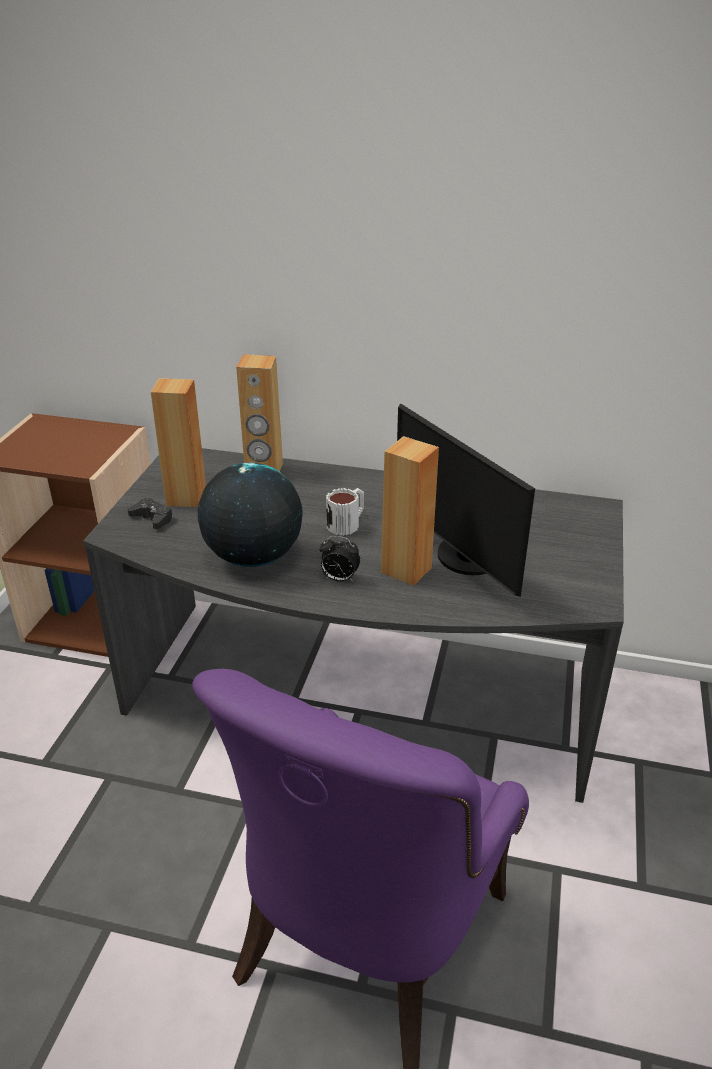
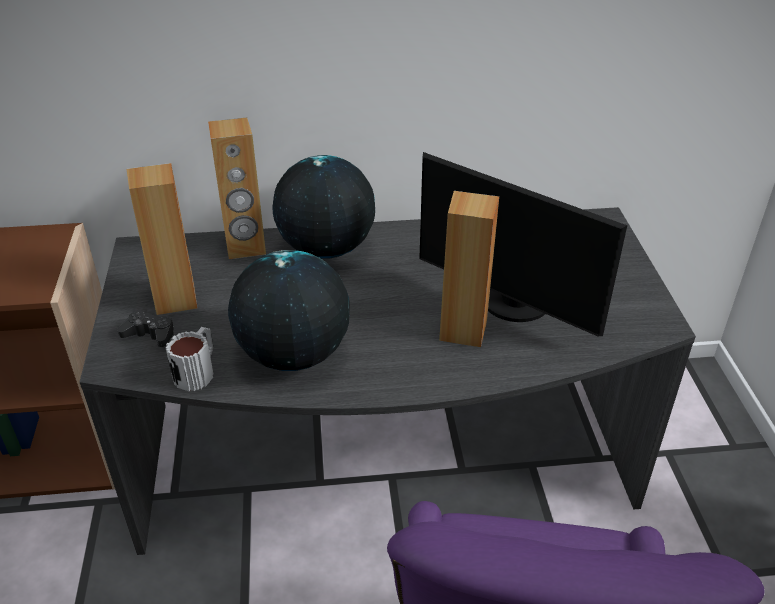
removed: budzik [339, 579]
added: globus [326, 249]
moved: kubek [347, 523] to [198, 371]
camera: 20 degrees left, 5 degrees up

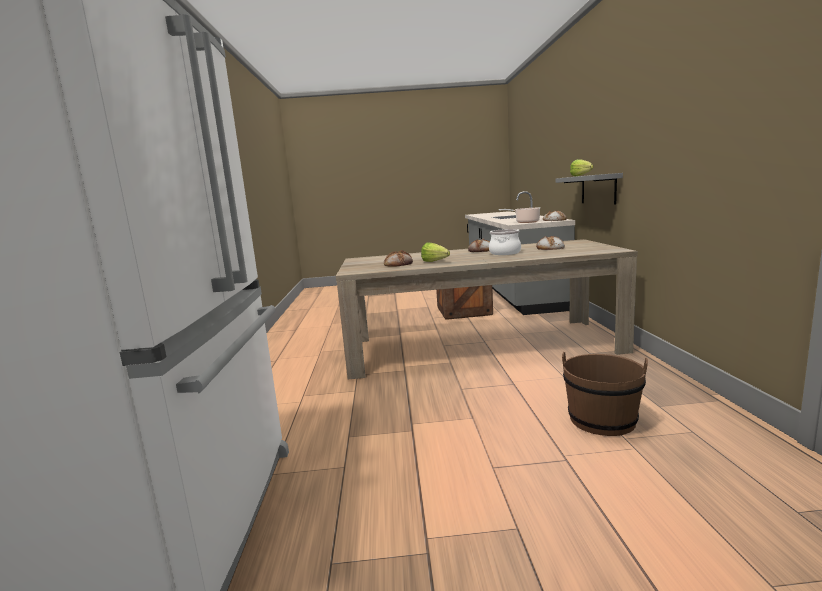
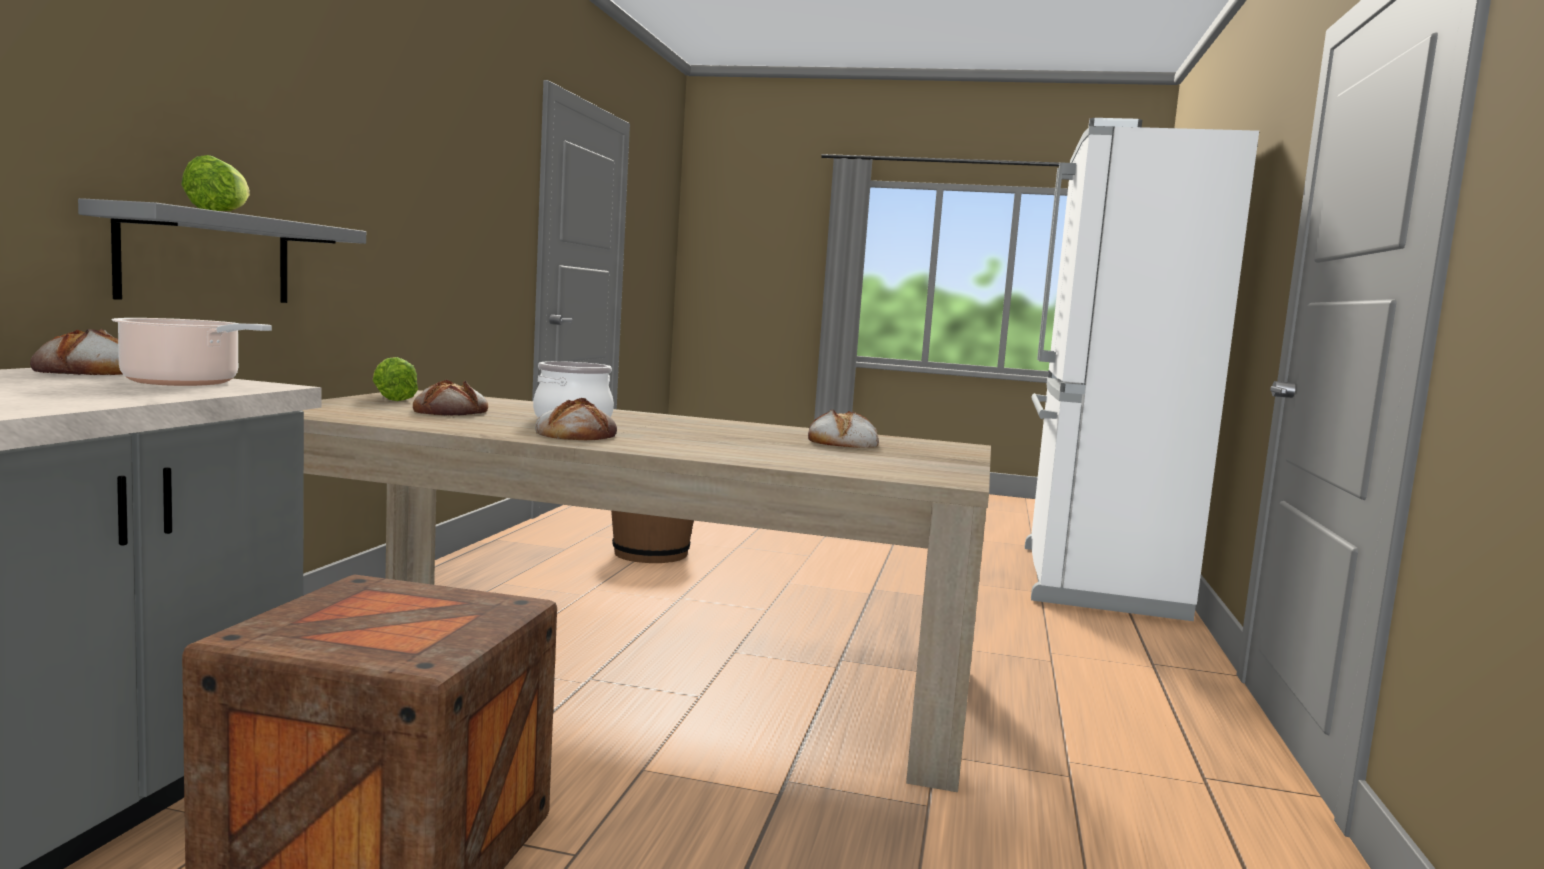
moved: sałata [436, 262] to [392, 398]
camera: 165 degrees left, 5 degrees down

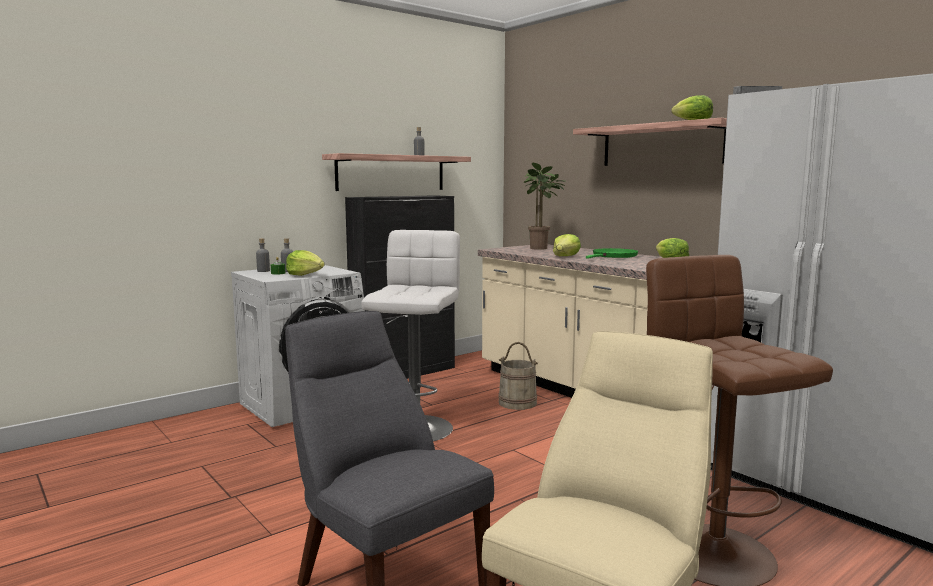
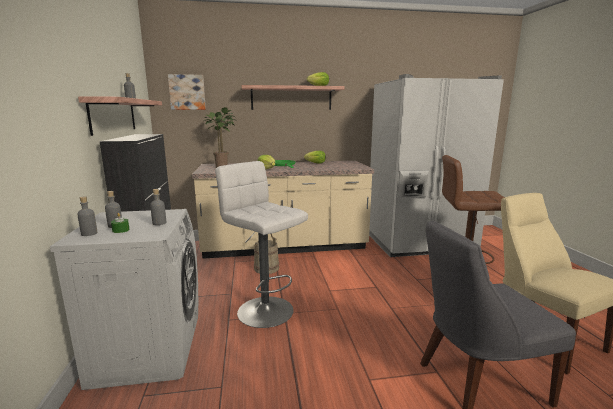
added: obraz [187, 92]
replaced: sałata [305, 275] to butelka/szary [159, 223]
camera: 60 degrees left, 5 degrees up

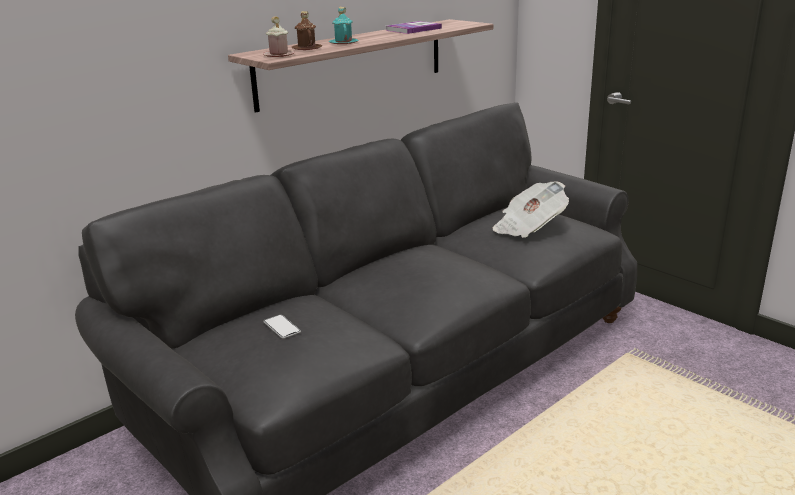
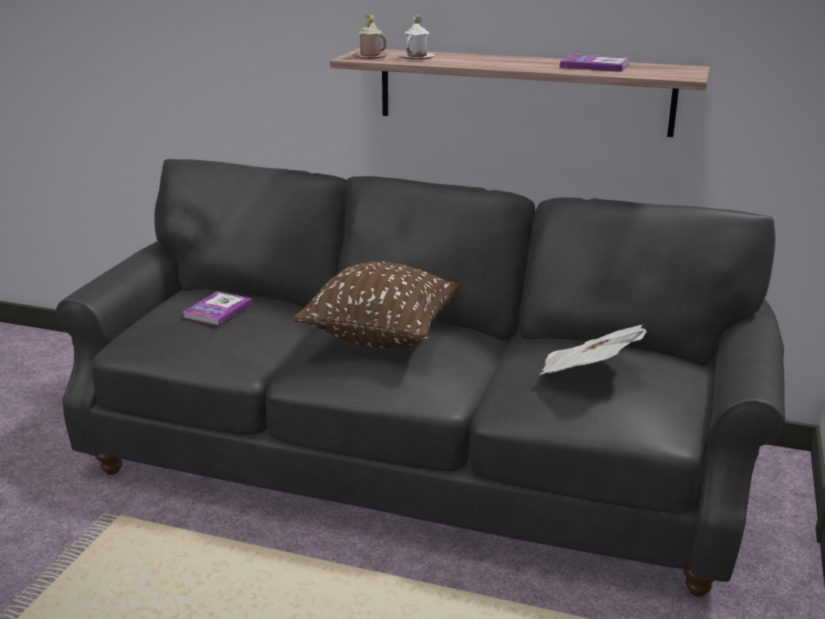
removed: kubek/turkusowy [343, 42]
added: poduszka/brązowy [381, 335]
replaced: telefon [282, 327] to książka [218, 310]
recoloured: kubek/brązowy [307, 48] to kubek/biały [417, 57]
camera: 60 degrees right, 0 degrees up

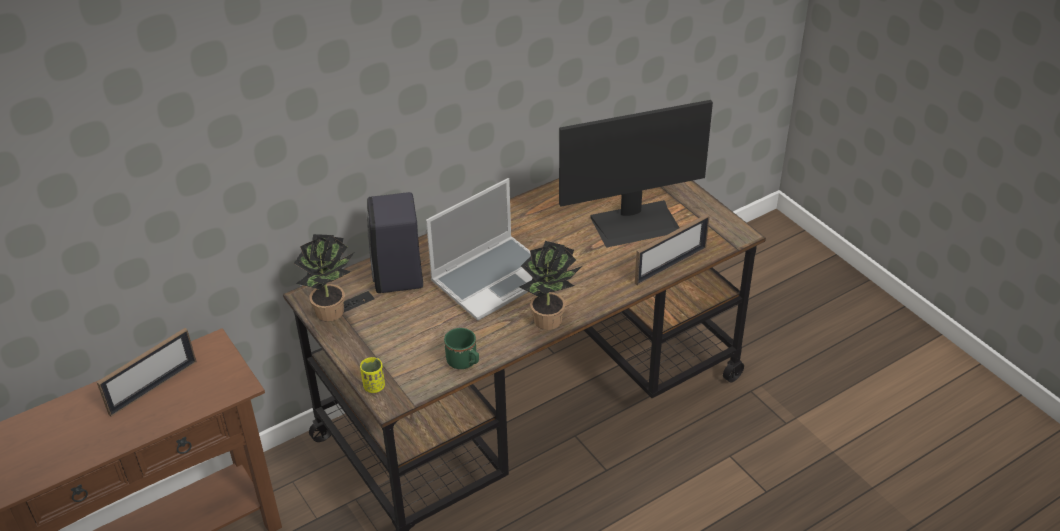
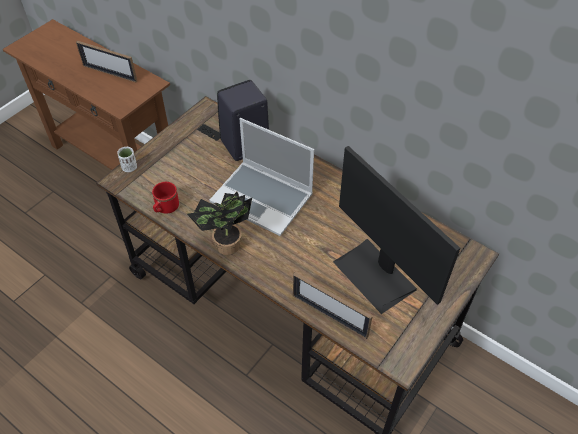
removed: roślina doniczkowa [333, 313]
recoloured: filiżanka/żółty [374, 386] to filiżanka/biały [129, 167]; kubek/zielony [464, 363] to kubek/czerwony [165, 208]
camera: 70 degrees right, 10 degrees up

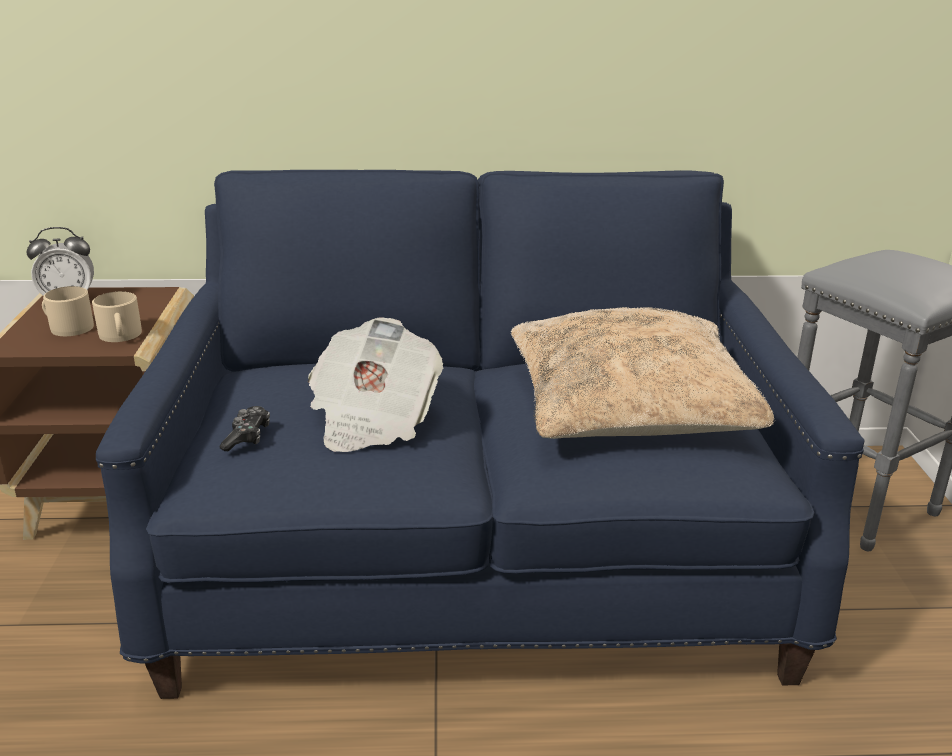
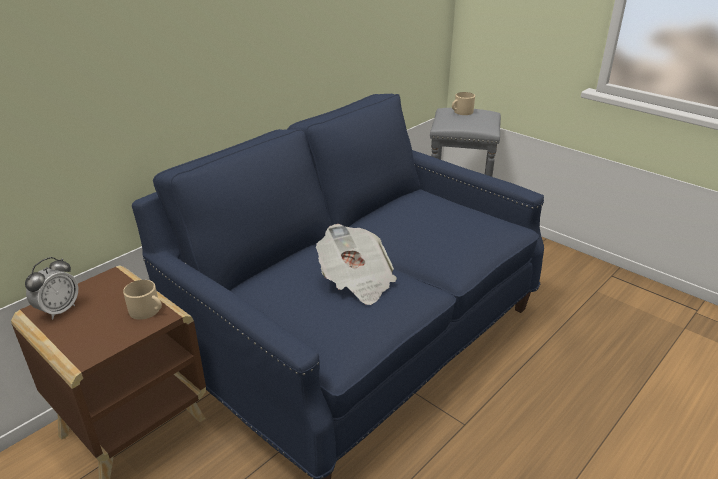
removed: pad do gier [247, 437]; poduszka/beżowy [632, 405]
moved: kubek/beżowy [67, 327] to [461, 112]
camera: 45 degrees left, 5 degrees up

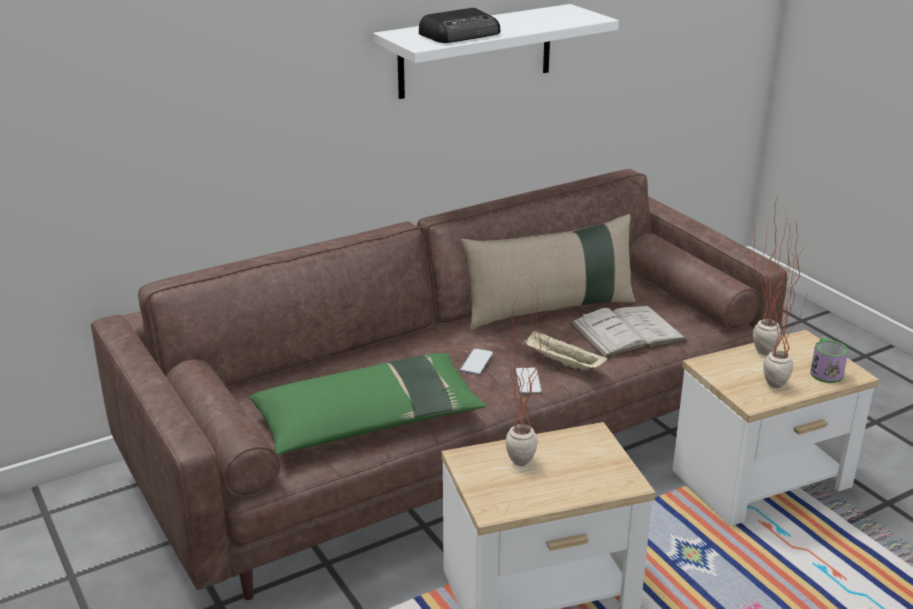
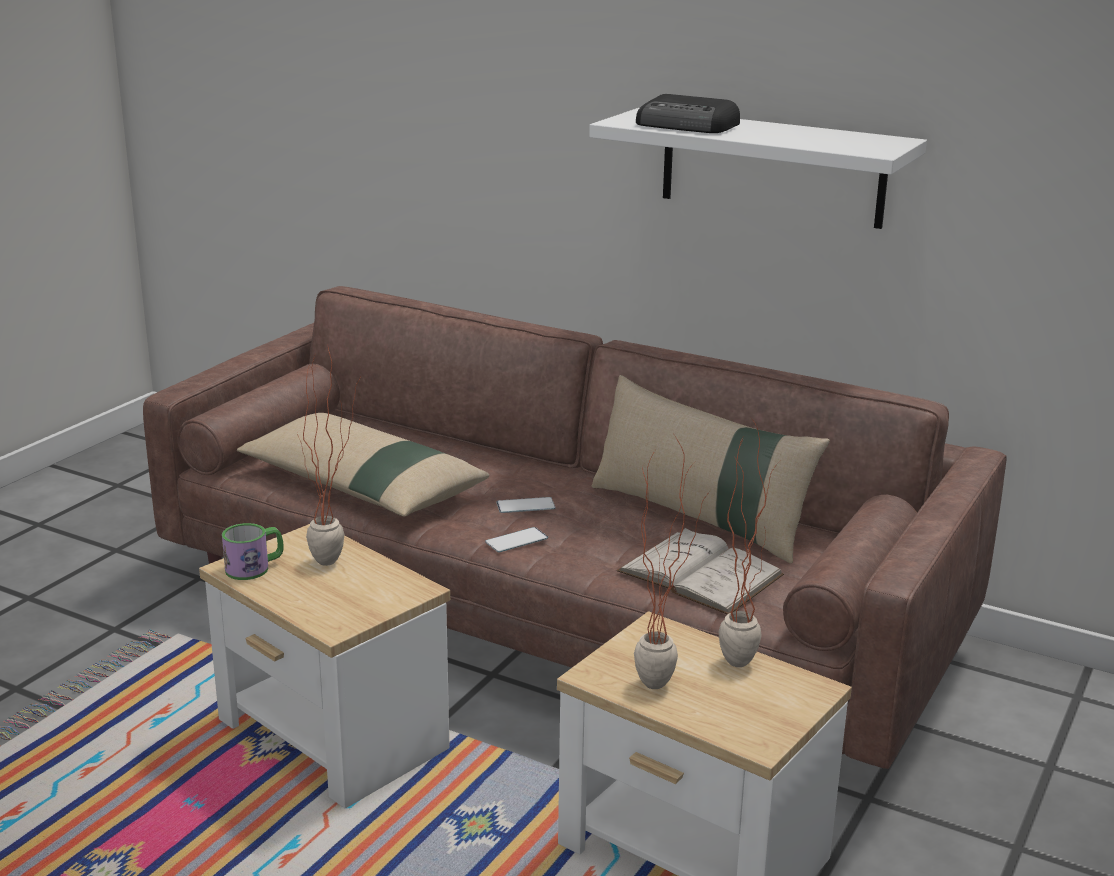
removed: taca/beżowy [561, 363]
moved: kubek [824, 371] to [255, 567]
recoloured: poduszka/zielony [369, 420] to poduszka/beżowy [361, 486]
camera: 60 degrees right, 5 degrees down

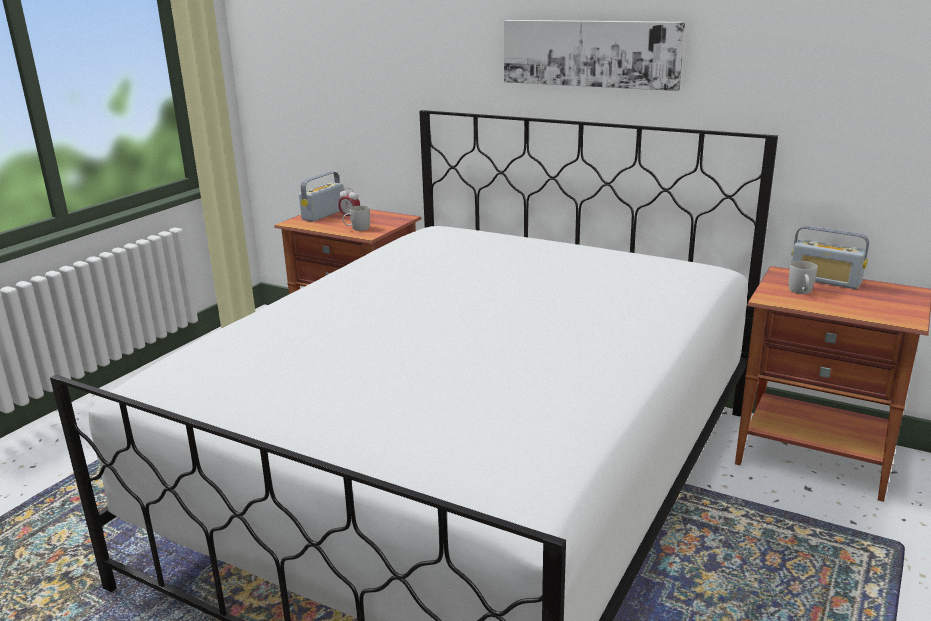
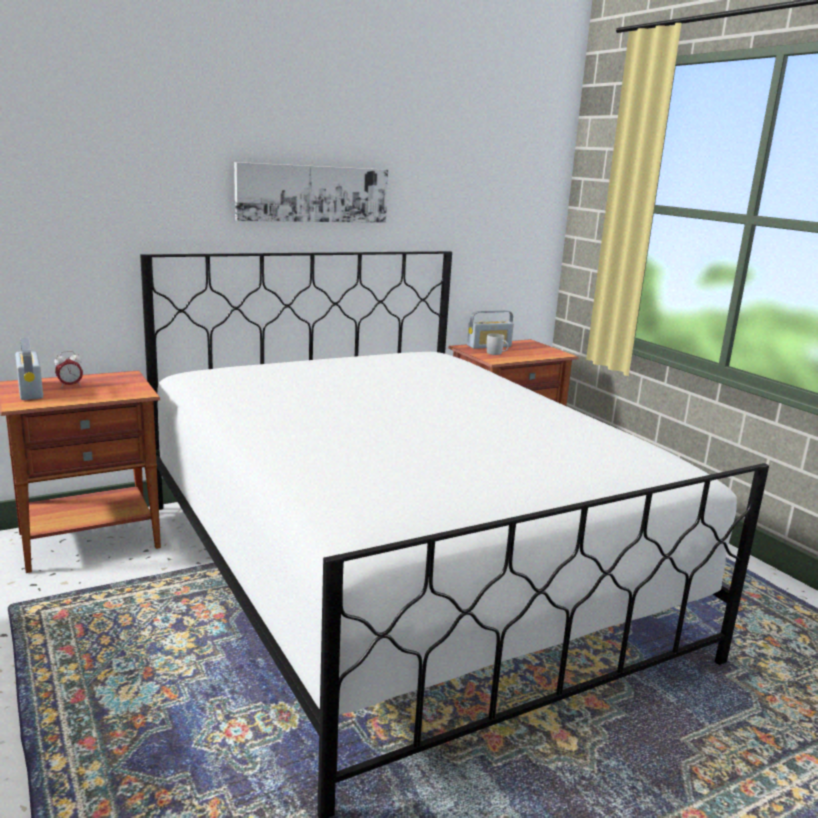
removed: kubek/biały [357, 229]
camera: 60 degrees left, 5 degrees down

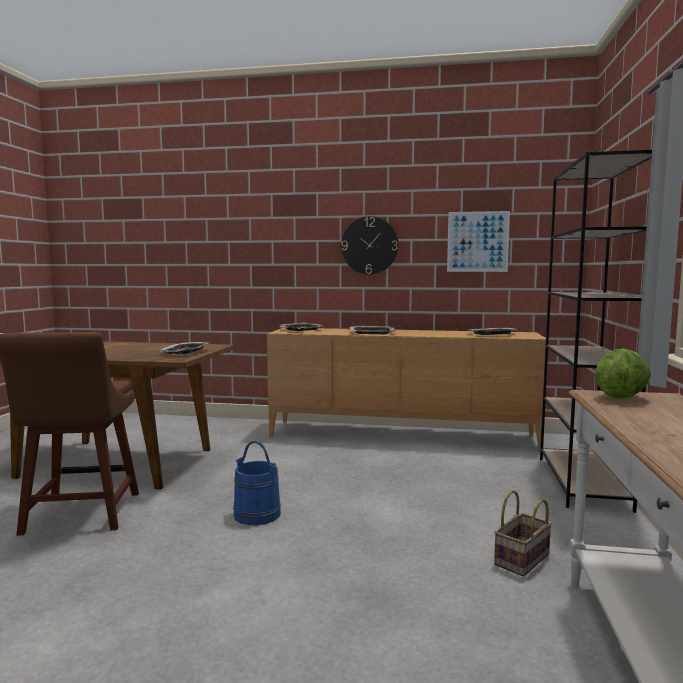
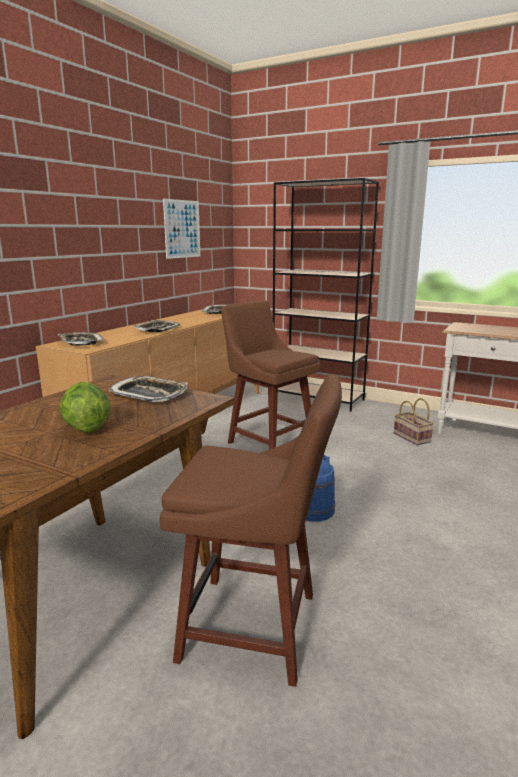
removed: zegar ścienny [369, 245]
added: stołek/brązowy [269, 441]
moved: sałata [620, 397] to [86, 428]
camera: 70 degrees left, 10 degrees up

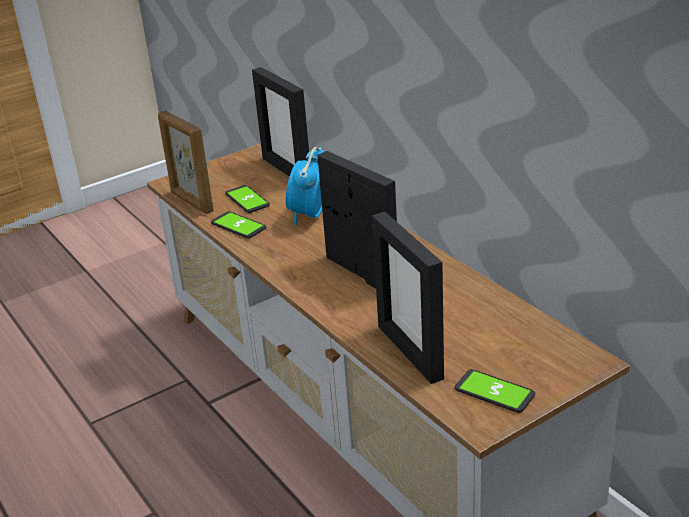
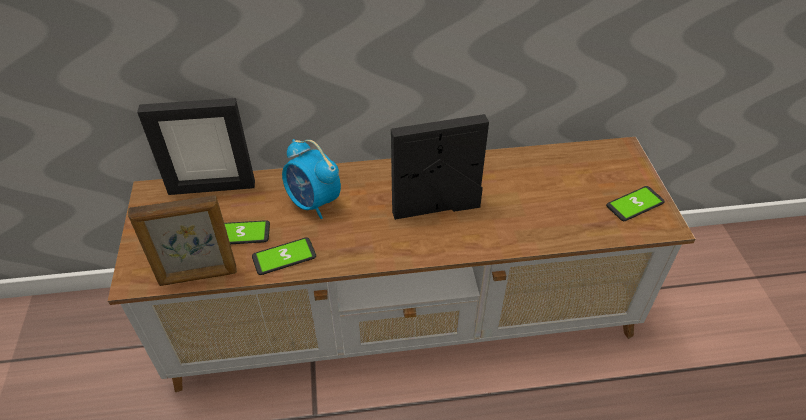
removed: ramka na zdjęcie [412, 351]
camera: 65 degrees left, 15 degrees up

